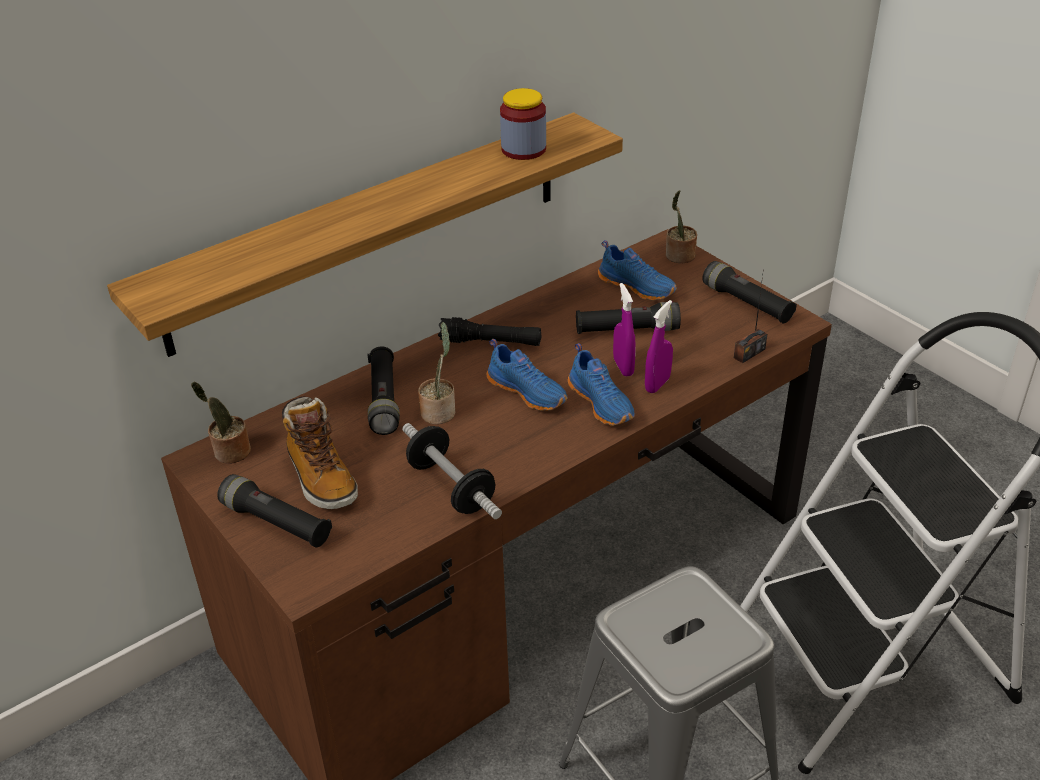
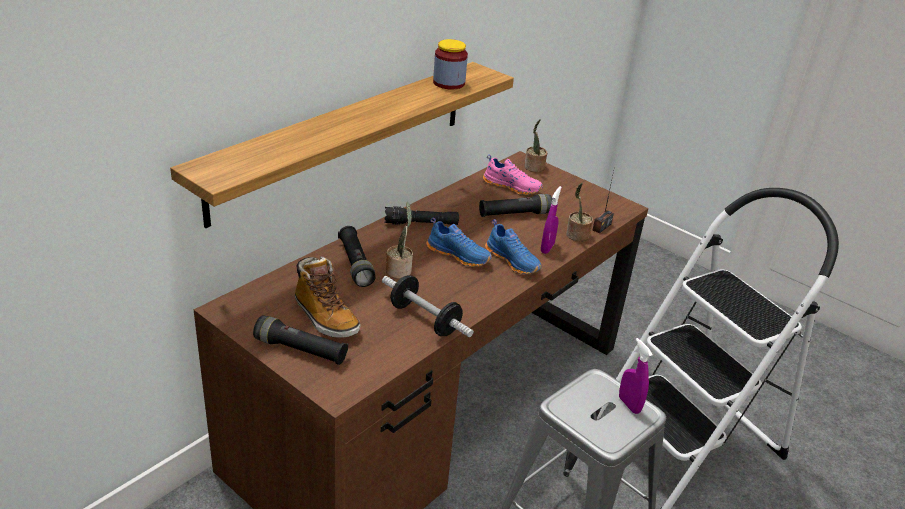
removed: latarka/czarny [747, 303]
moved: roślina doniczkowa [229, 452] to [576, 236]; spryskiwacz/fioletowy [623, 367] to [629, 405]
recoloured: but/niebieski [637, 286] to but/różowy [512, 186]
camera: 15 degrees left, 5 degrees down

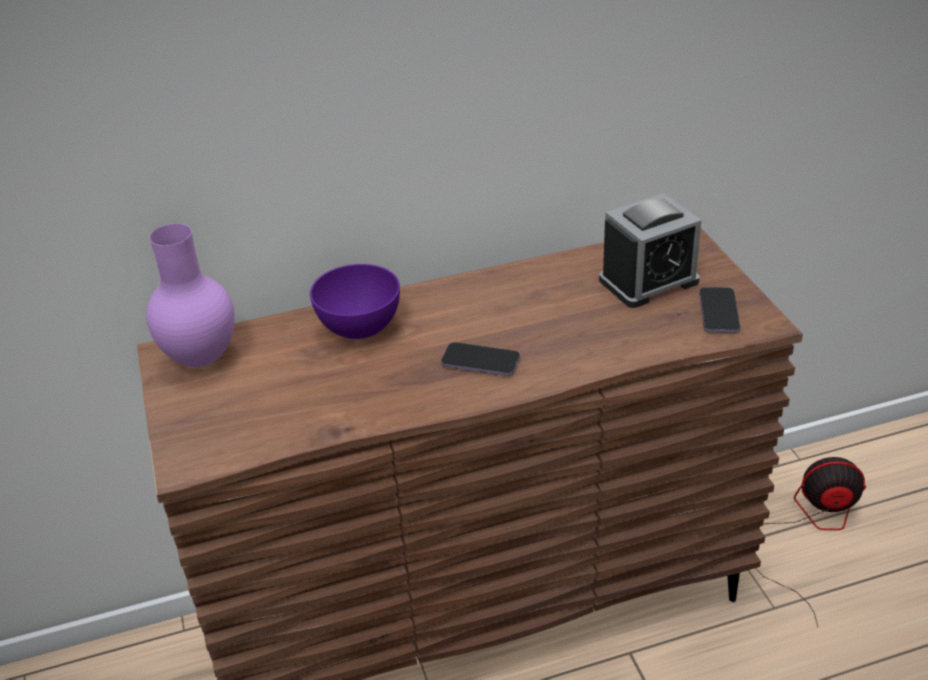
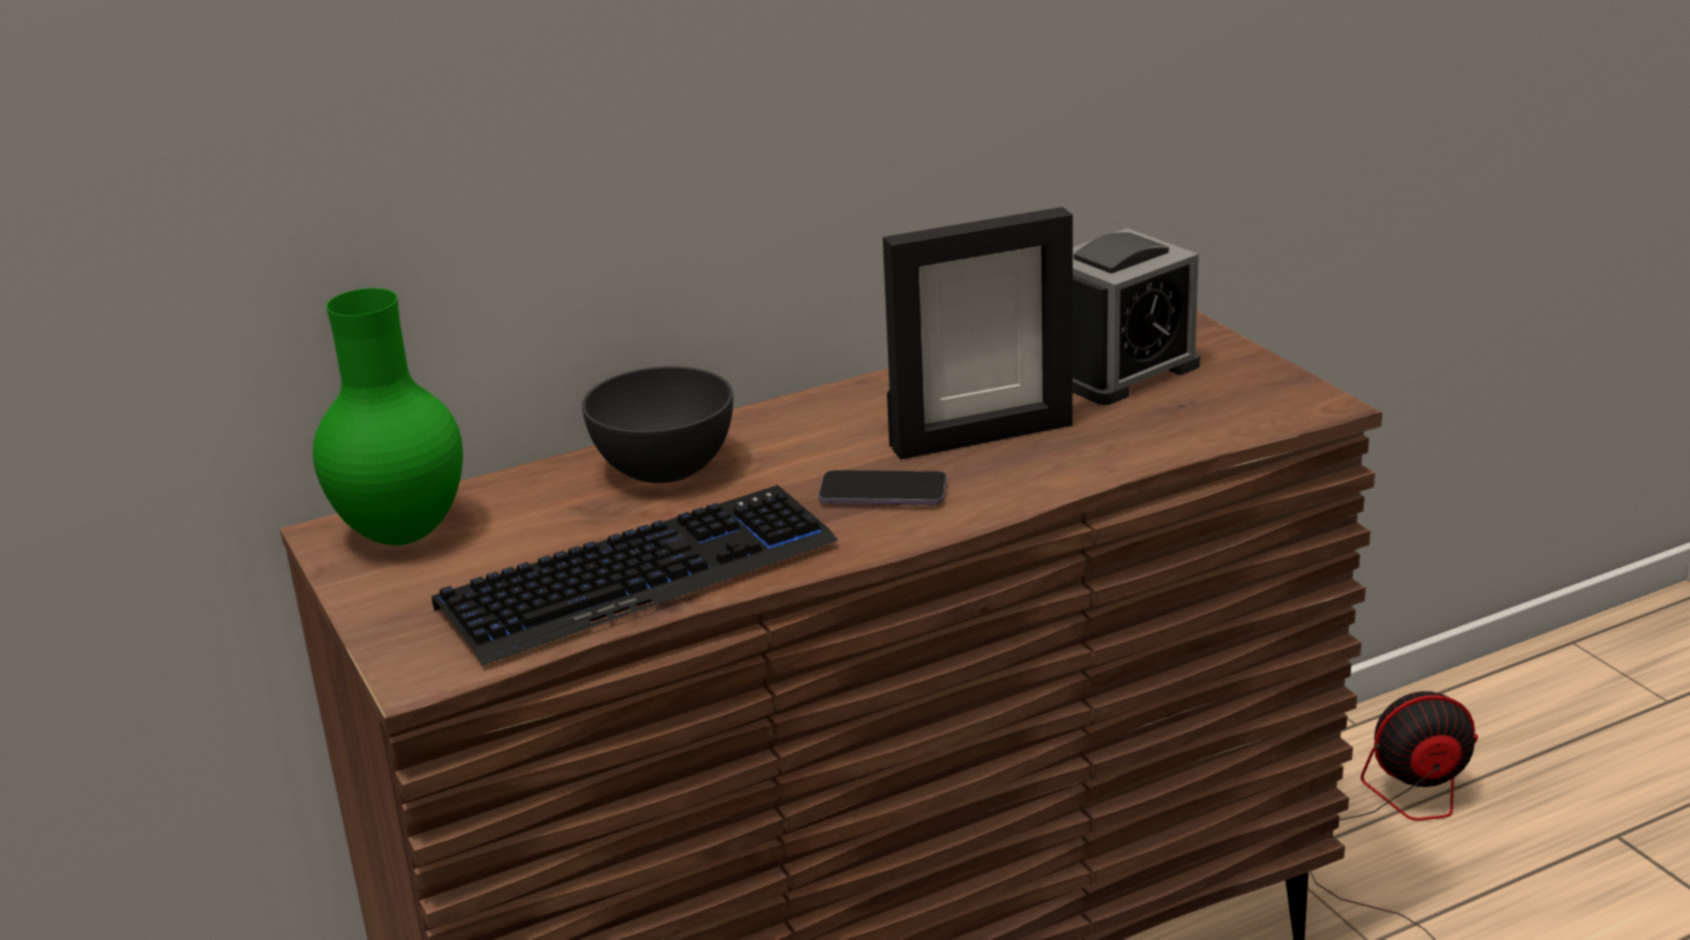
removed: telefon [718, 312]
added: klawiatura [639, 577]; ramka na zdjęcie [981, 435]
recoloured: wazon/fioletowy [200, 358] to wazon/zielony [400, 534]; miska/fioletowy [359, 327] to miska/szary [663, 470]
camera: 10 degrees left, 10 degrees down

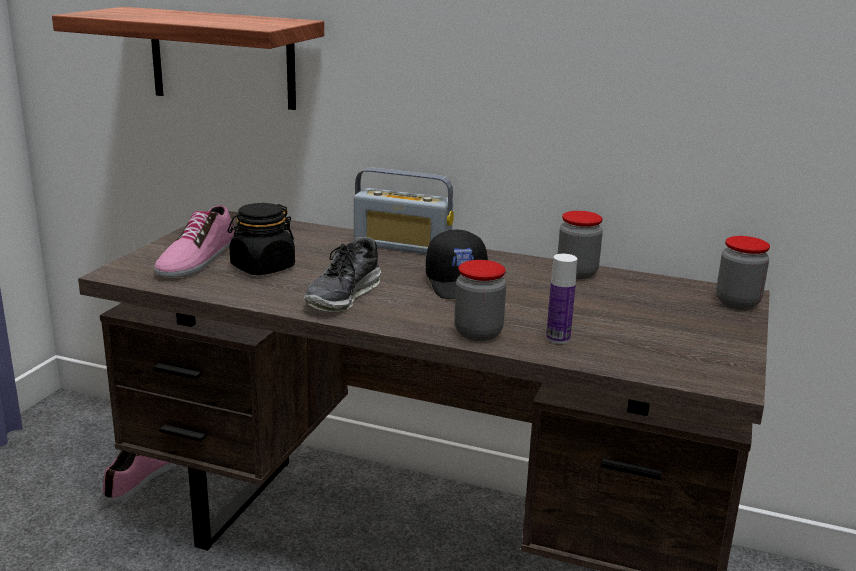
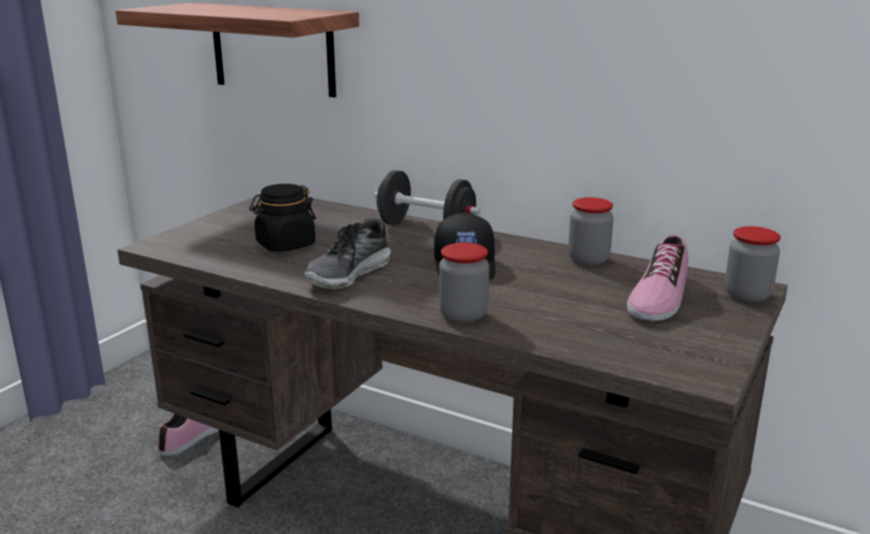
removed: butelka [558, 338]
moved: but [196, 259] to [657, 296]
replaced: radio [402, 246] to hantel/czarny [426, 229]
camera: 10 degrees right, 0 degrees up

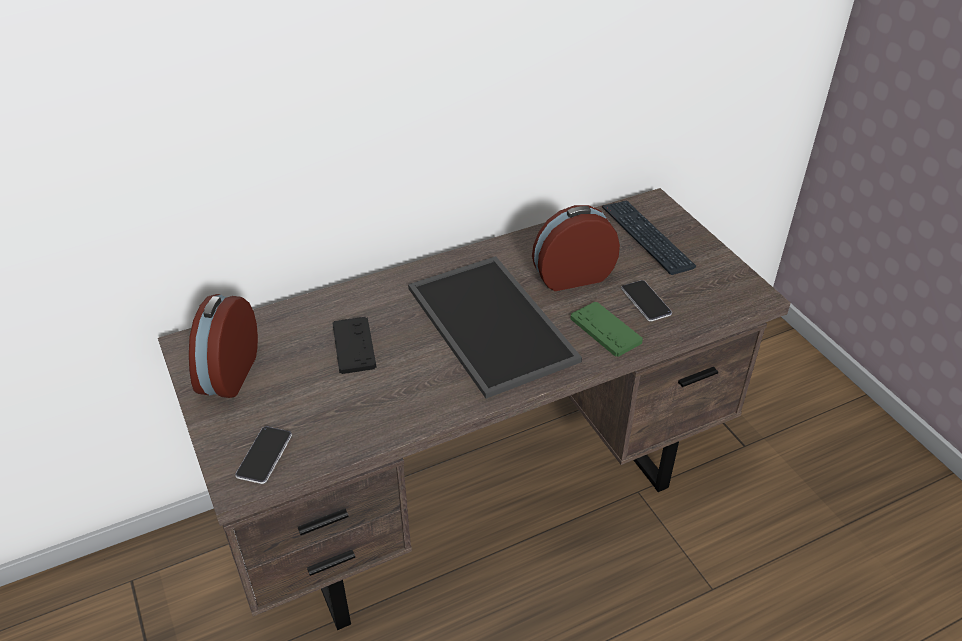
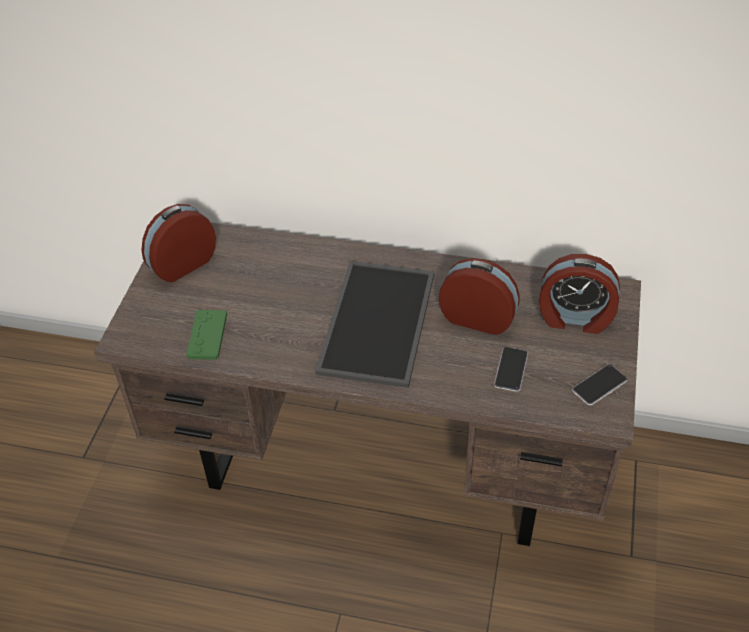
removed: pad do gier/czarny [354, 346]
moved: telefon [264, 455] to [599, 385]; pad do gier/zielony [605, 330] to [207, 335]
replaced: klawiatura [646, 238] to budzik [575, 318]
camera: 40 degrees right, 5 degrees up

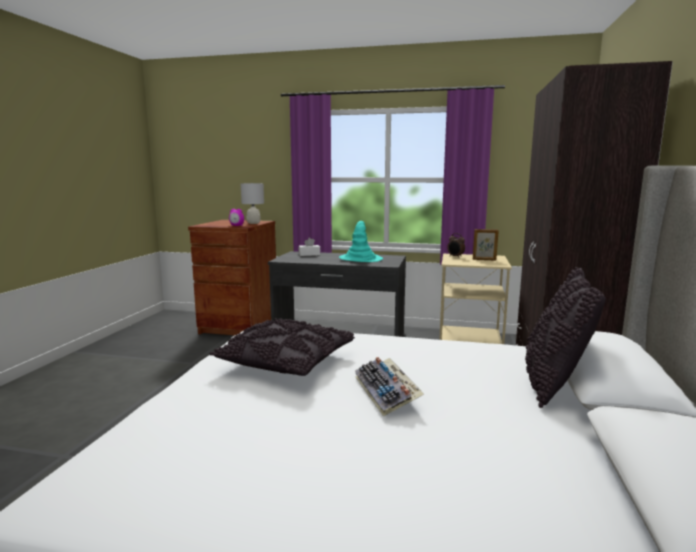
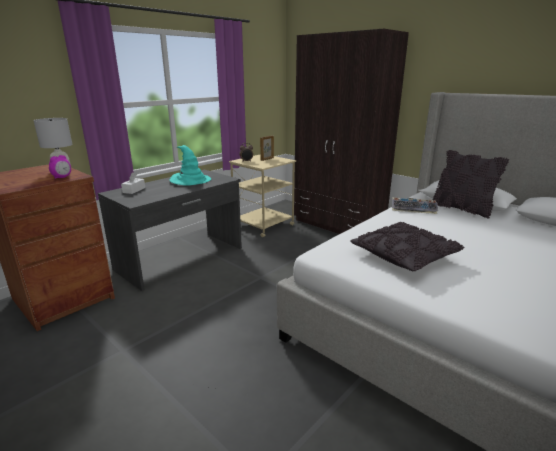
moved: klawiatura [387, 393] to [414, 209]
camera: 60 degrees left, 10 degrees up

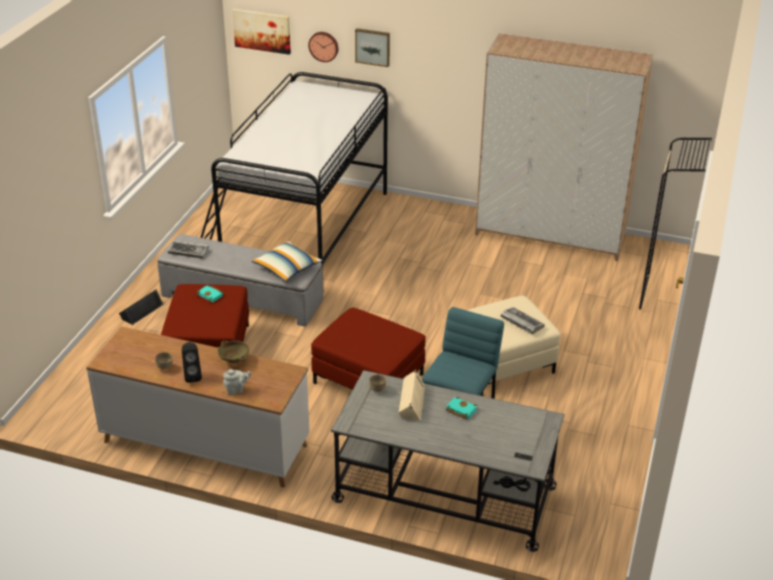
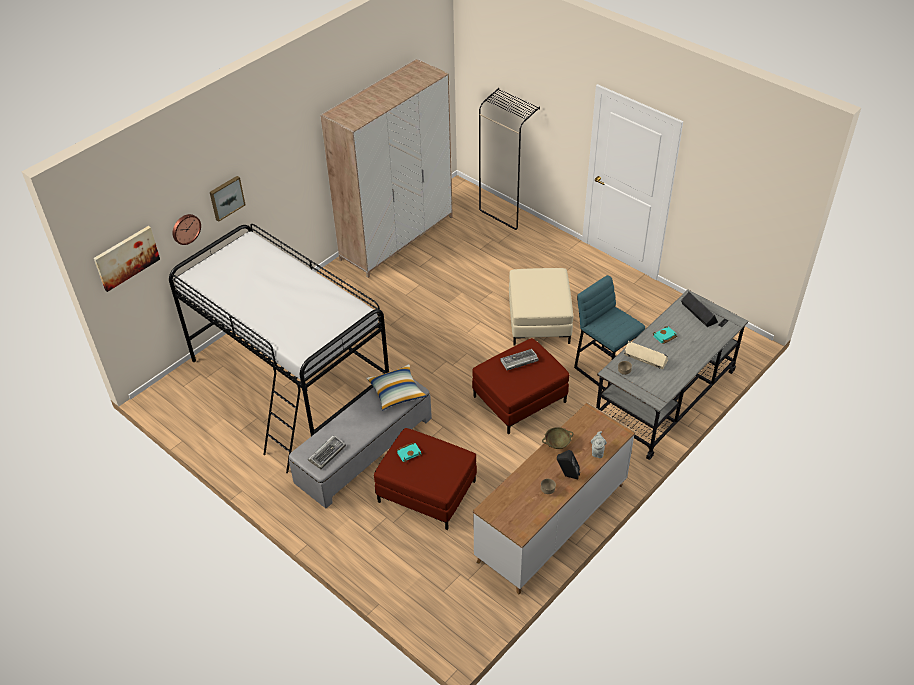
moved: głośnik/czarny [141, 311] to [698, 313]; klawiatura [521, 322] to [519, 361]
camera: 65 degrees left, 10 degrees up

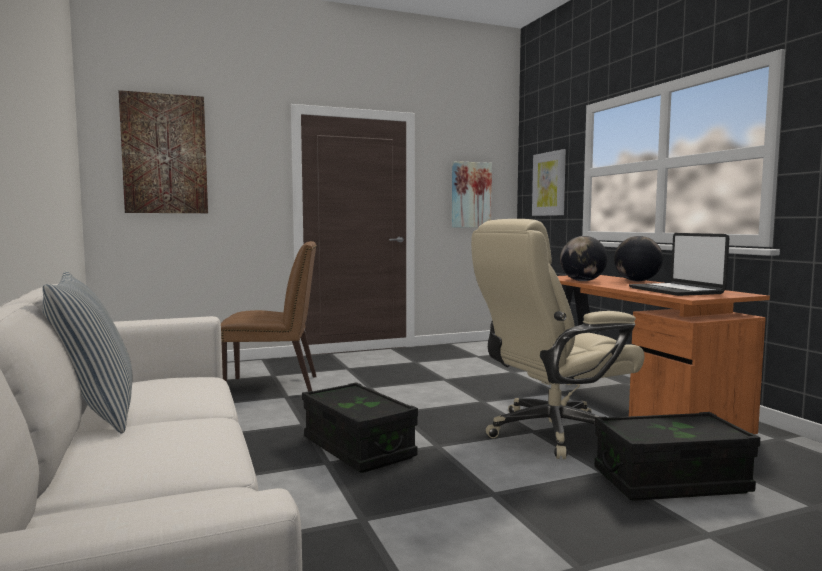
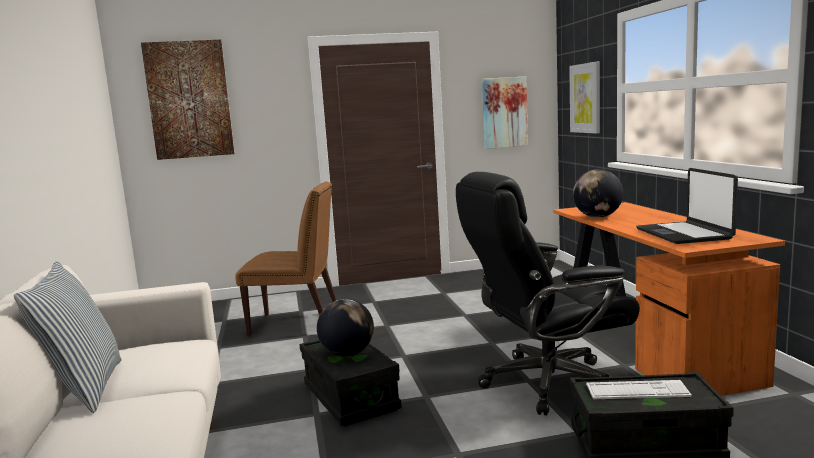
added: klawiatura [637, 391]
moved: globus [637, 281] to [347, 354]
recoloured: krzesło biurowe/beżowy [553, 433] to krzesło biurowe/czarny [548, 382]
camera: 10 degrees right, 5 degrees up

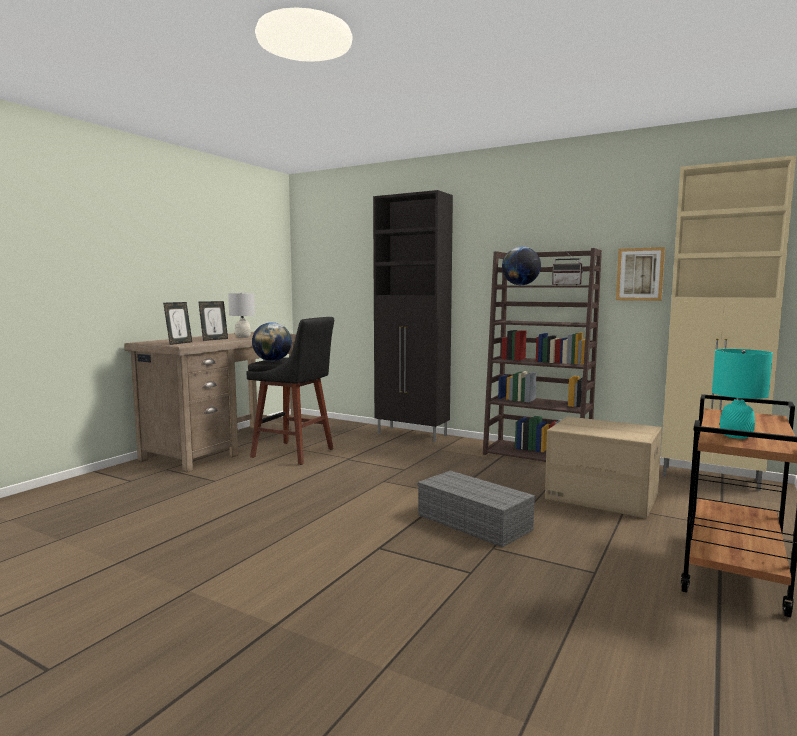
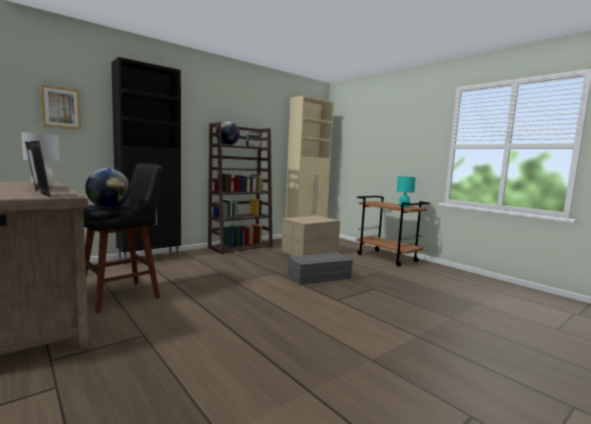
moved: obraz [640, 274] to [61, 108]
camera: 70 degrees left, 0 degrees up

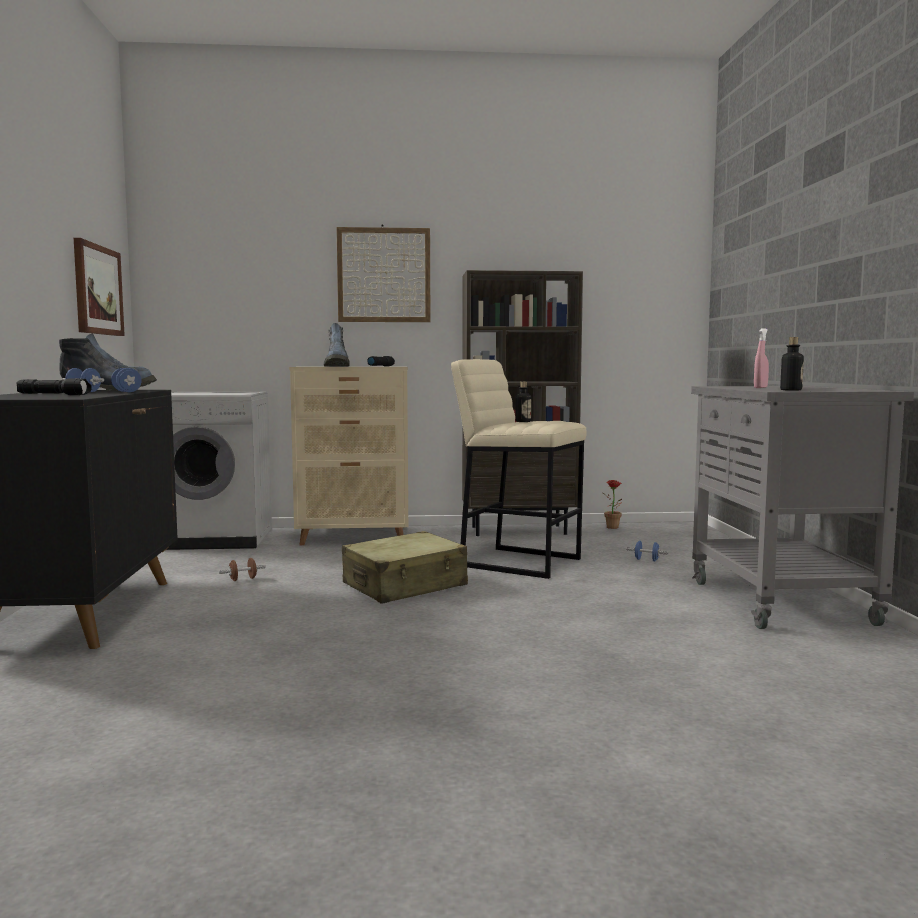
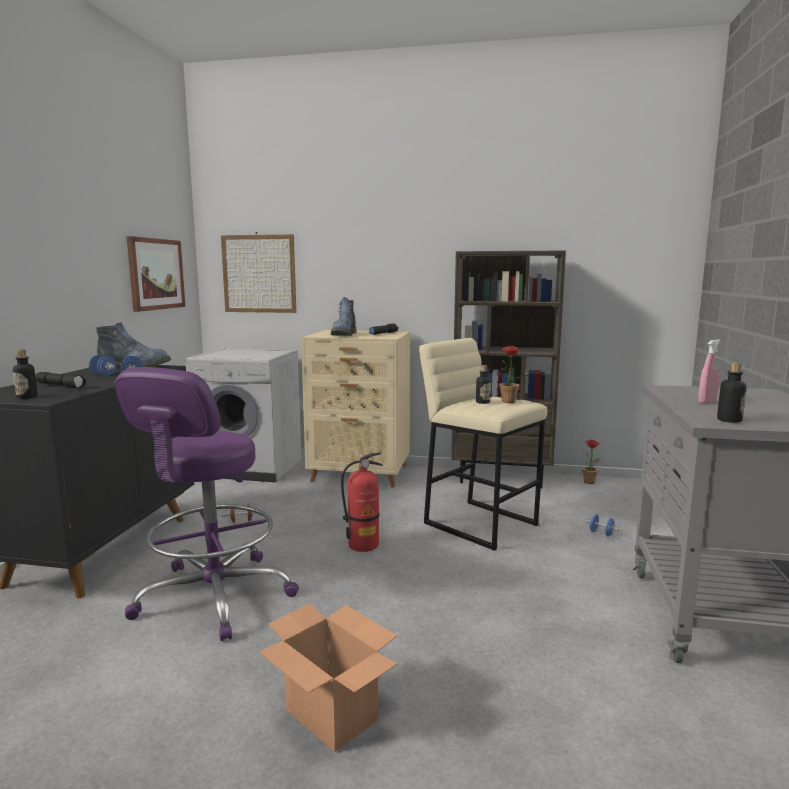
added: butelka [27, 397]; stołek/fioletowy [213, 597]; karton [332, 715]; roślina doniczkowa [508, 402]
moved: obraz [384, 273] to [259, 272]
replaced: walizka/beżowy [405, 585] to gaśnica [363, 545]
camera: 15 degrees right, 5 degrees up

